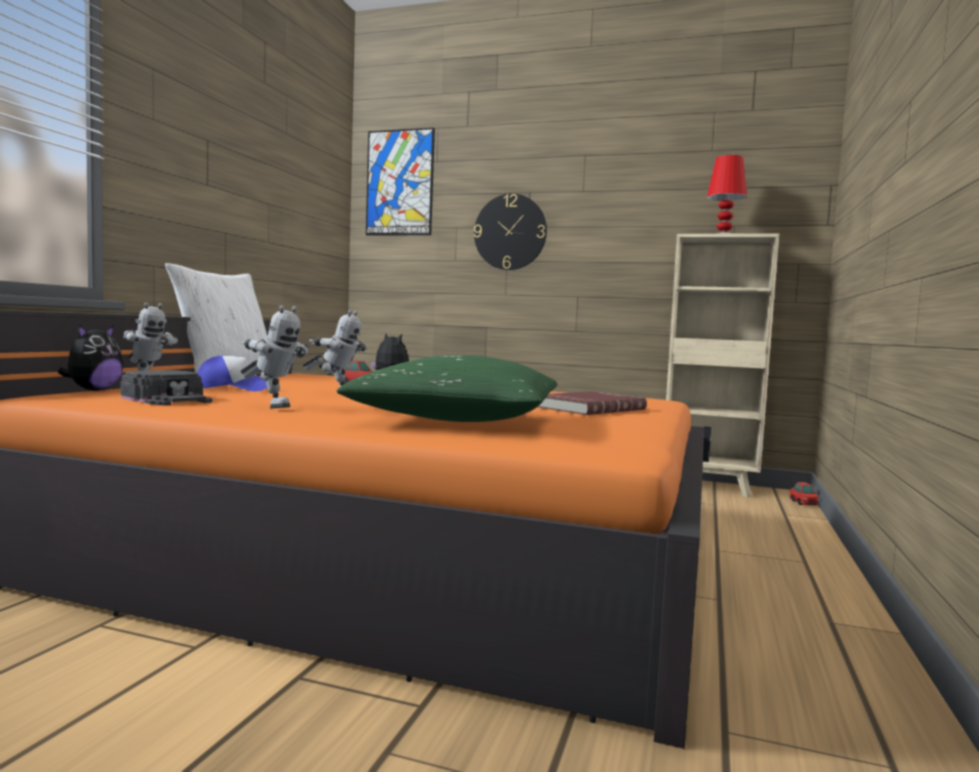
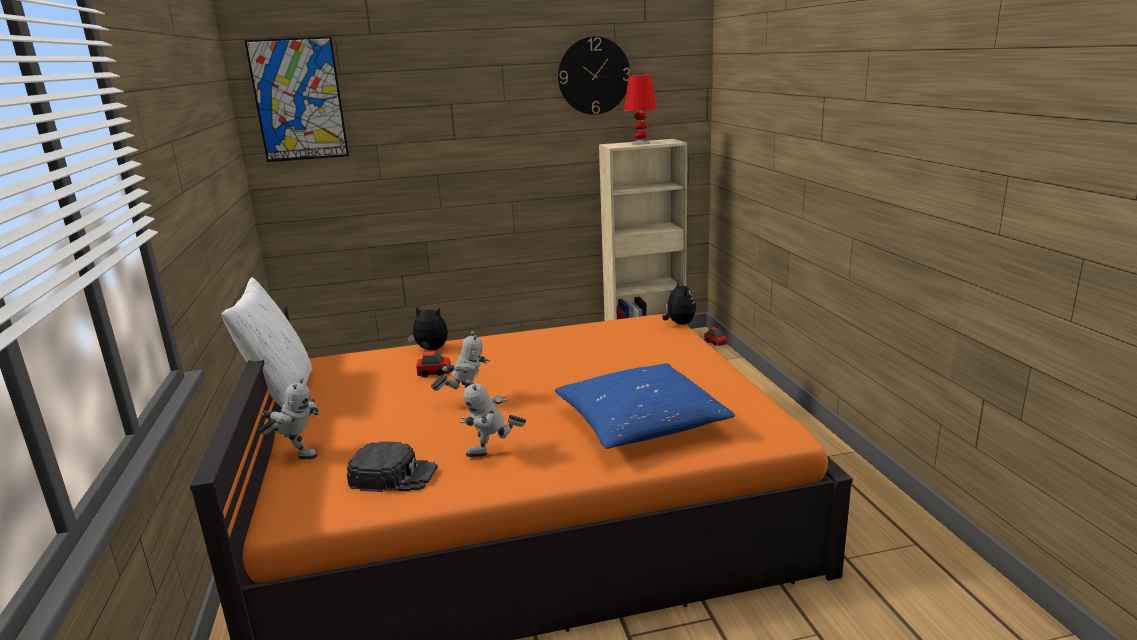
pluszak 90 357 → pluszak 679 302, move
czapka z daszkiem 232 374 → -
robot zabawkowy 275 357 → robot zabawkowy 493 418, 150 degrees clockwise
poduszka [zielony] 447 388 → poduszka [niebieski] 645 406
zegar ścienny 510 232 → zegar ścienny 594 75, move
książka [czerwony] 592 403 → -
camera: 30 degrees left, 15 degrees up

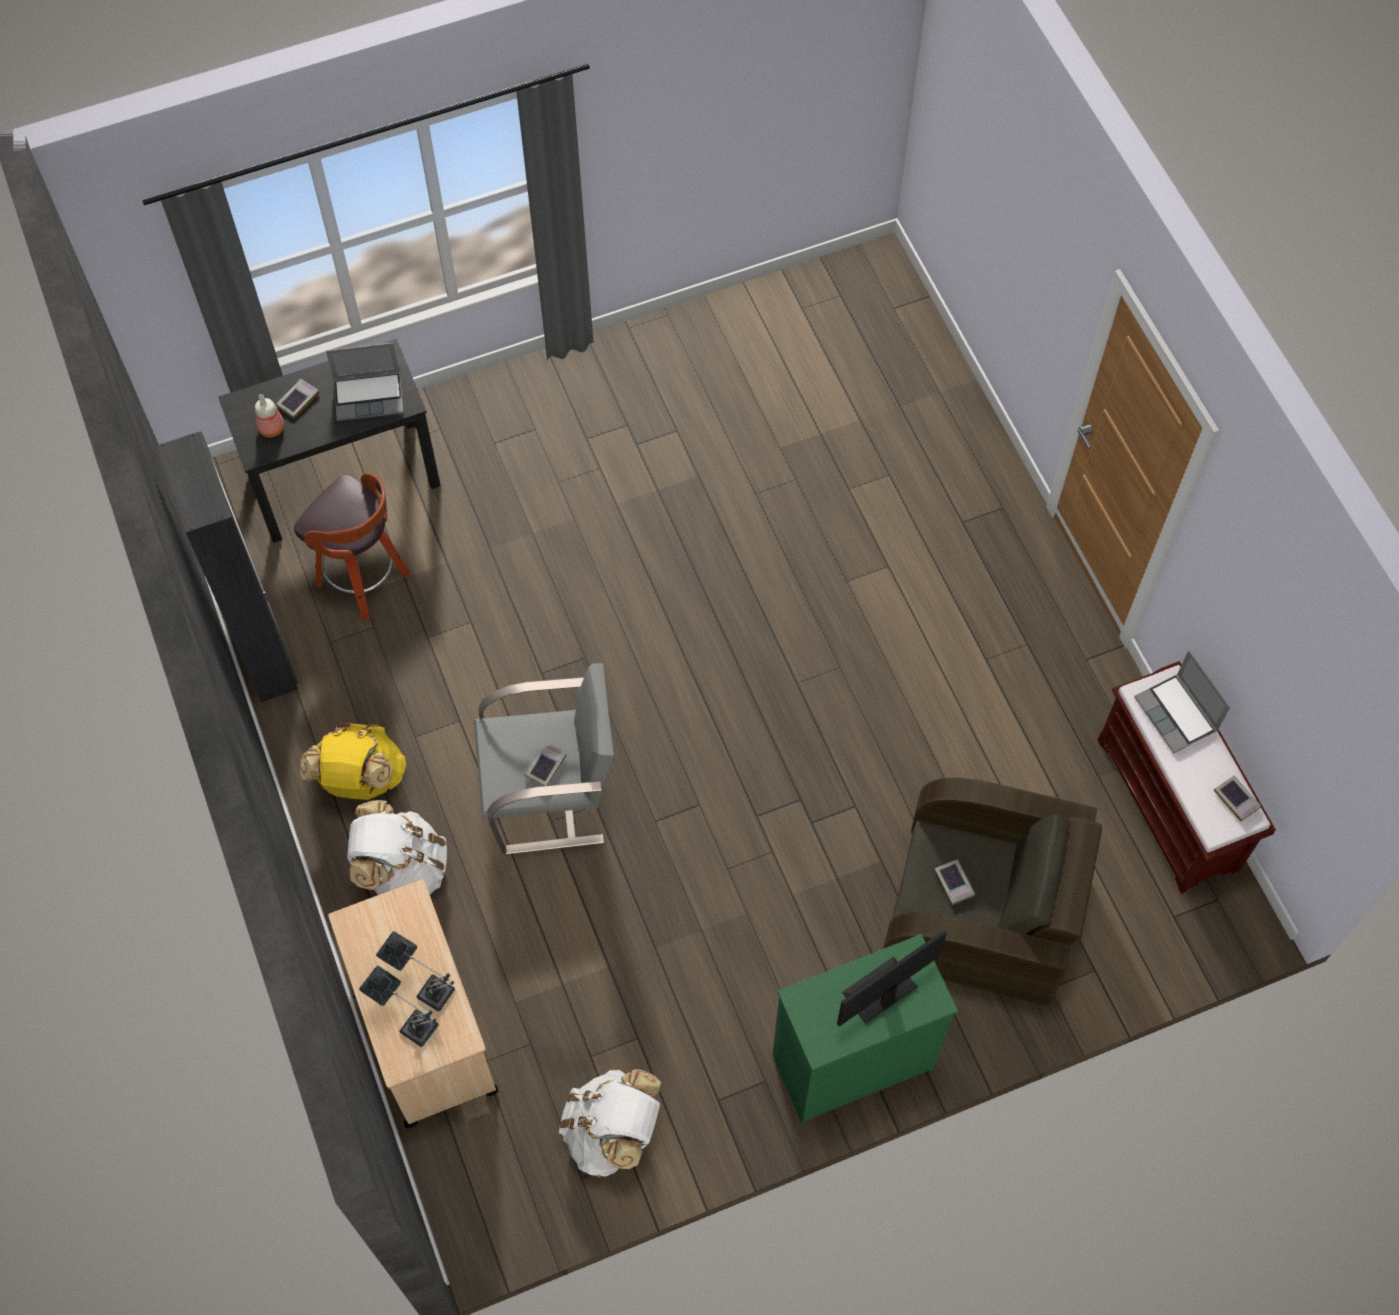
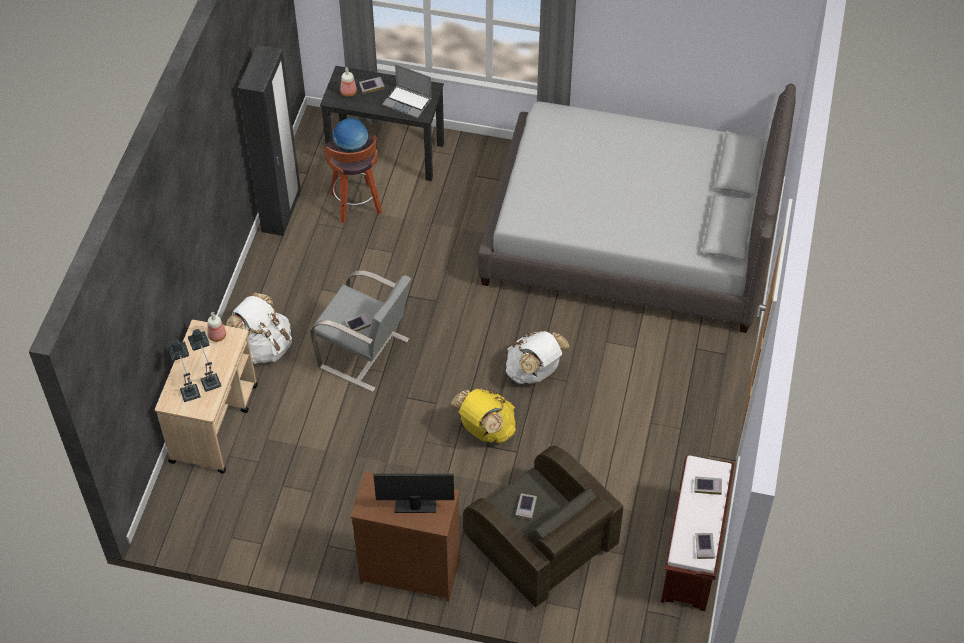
plecak [żółty] 353 761 → plecak [żółty] 483 416, move
plecak [biały] 610 1123 → plecak [biały] 538 357, move
komoda [zielony] 865 1029 → komoda [brązowy] 405 537
laptop 1182 702 → książka 708 485
- → butelka 216 327
- → globus 350 135
- → łóżko [szary] 637 208
camera: 35 degrees right, 10 degrees down

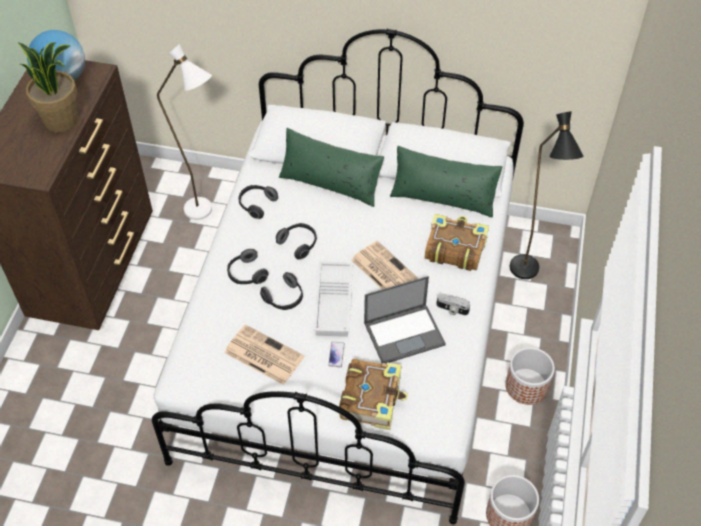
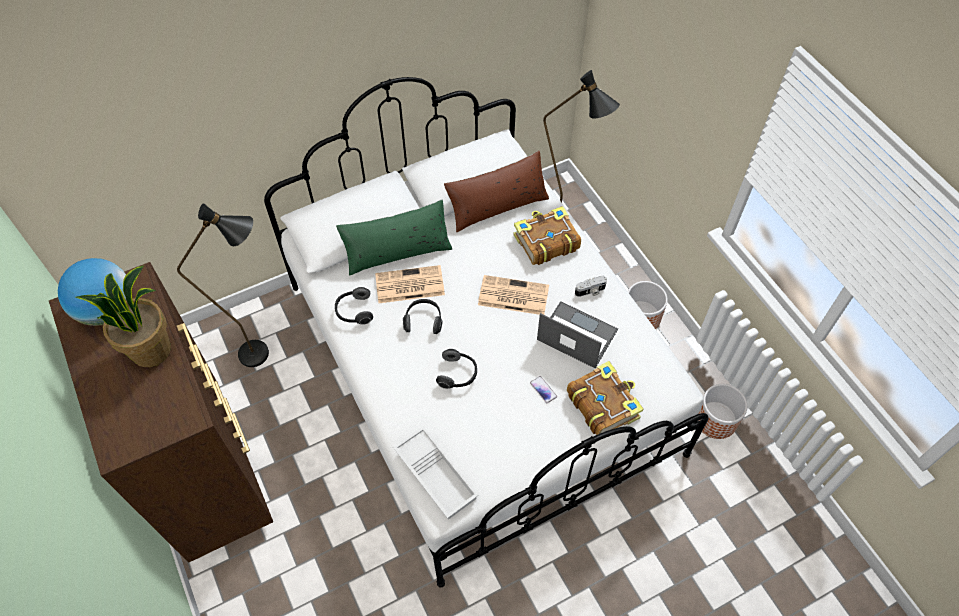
lampa stojąca [biały] 184 132 → lampa stojąca [czarny] 223 285
gazeta 264 354 → gazeta 410 284, move
słuchawki 248 266 → -
taca [biały] 333 299 → taca [biały] 436 473, move
laptop 405 320 → laptop 577 334, 90 degrees counterclockwise
poduszka [zielony] 446 182 → poduszka [brązowy] 496 191
camera: 40 degrees left, 5 degrees up

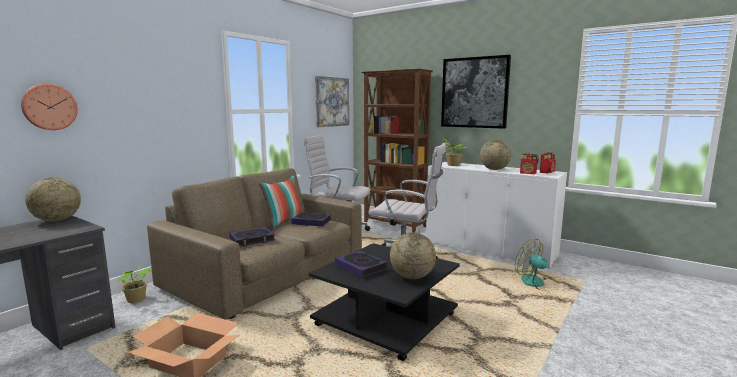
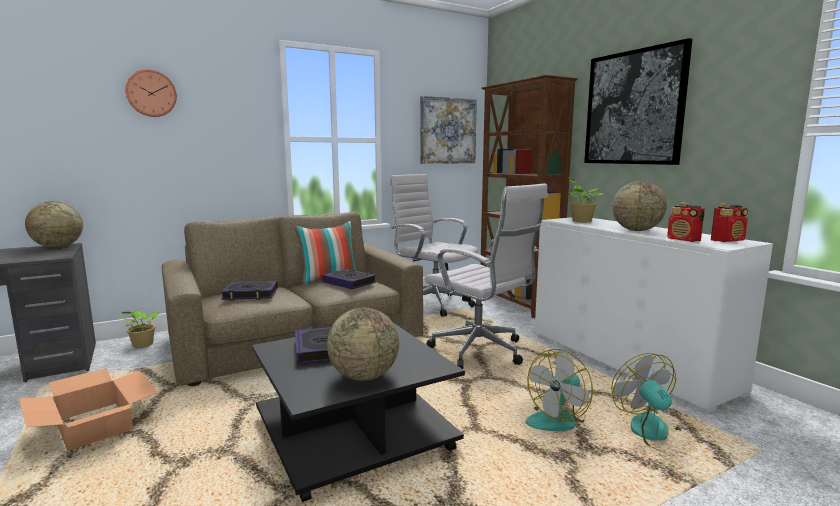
zegar ścienny 49 107 → zegar ścienny 151 93, move
- → wentylator 559 390
camera: 25 degrees right, 0 degrees up

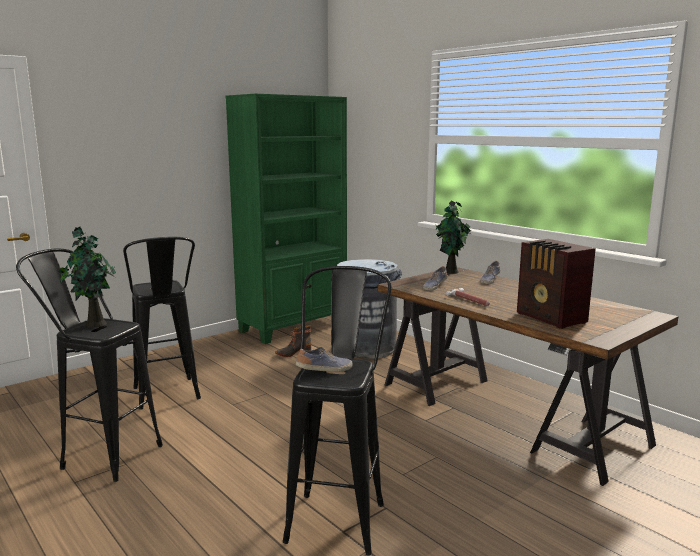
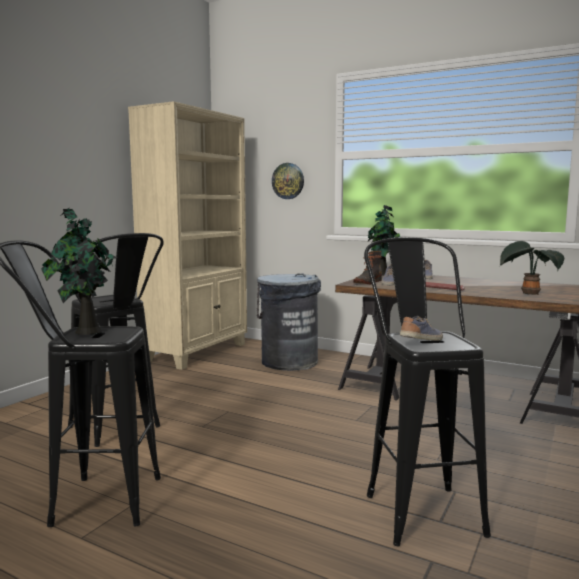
regał [zielony] 286 218 → regał [beżowy] 187 235
but z cholewką 293 341 → but z cholewką 367 267, move
radio 556 284 → roślina doniczkowa 532 268
- → zegar ścienny 288 181
camera: 20 degrees left, 5 degrees down

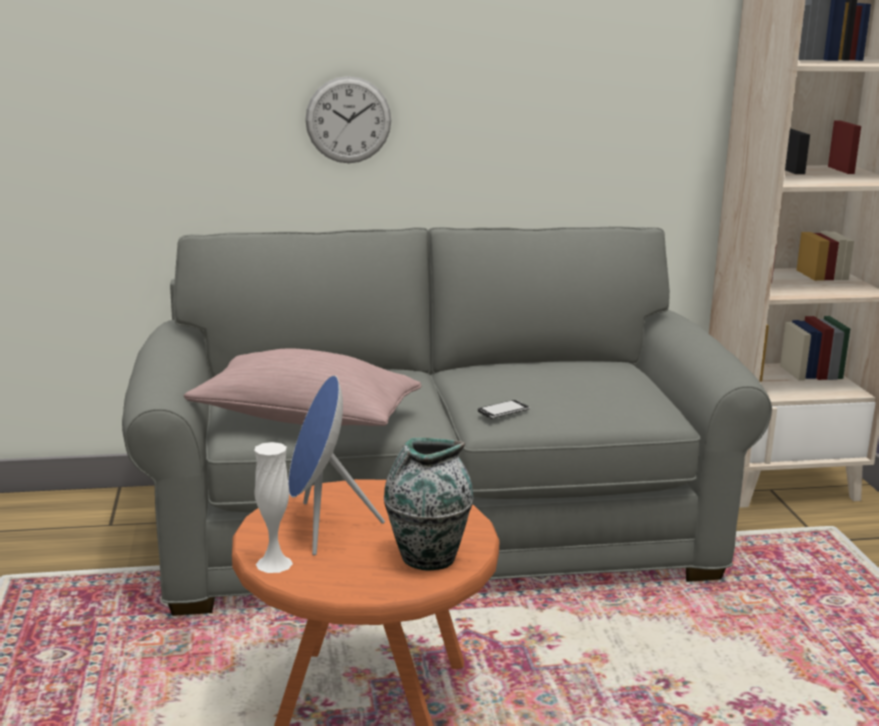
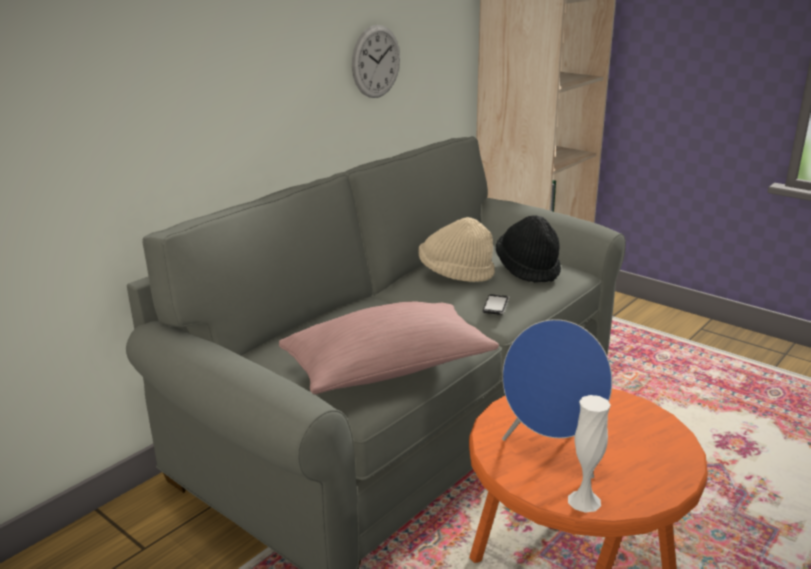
zegar ścienny 348 119 → zegar ścienny 376 61, move
wazon 429 504 → -
- → kapelusz [beżowy] 457 249
- → kapelusz [czarny] 528 249
camera: 40 degrees left, 5 degrees up

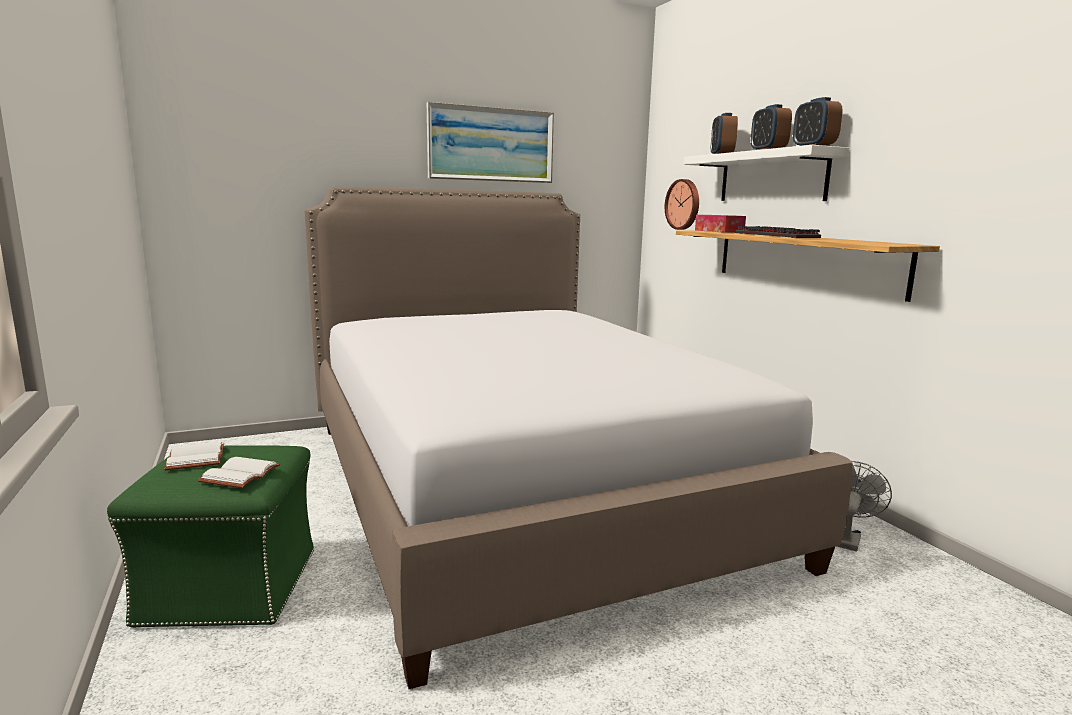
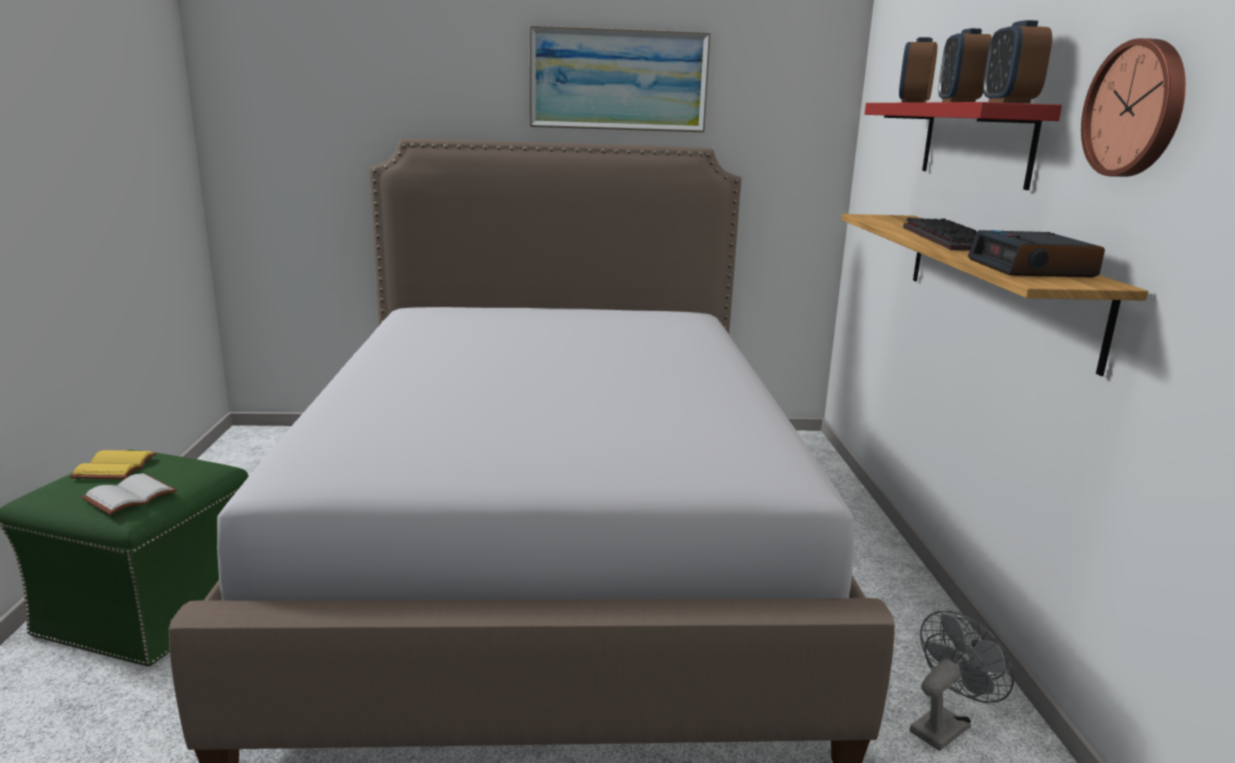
książka [biały] 194 456 → książka [żółty] 113 464
zegar ścienny 682 204 → zegar ścienny 1133 107, move
półka [biały] 766 173 → półka [czerwony] 963 146
pudełko chusteczek 720 224 → -
- → budzik 1036 254
camera: 20 degrees right, 5 degrees up

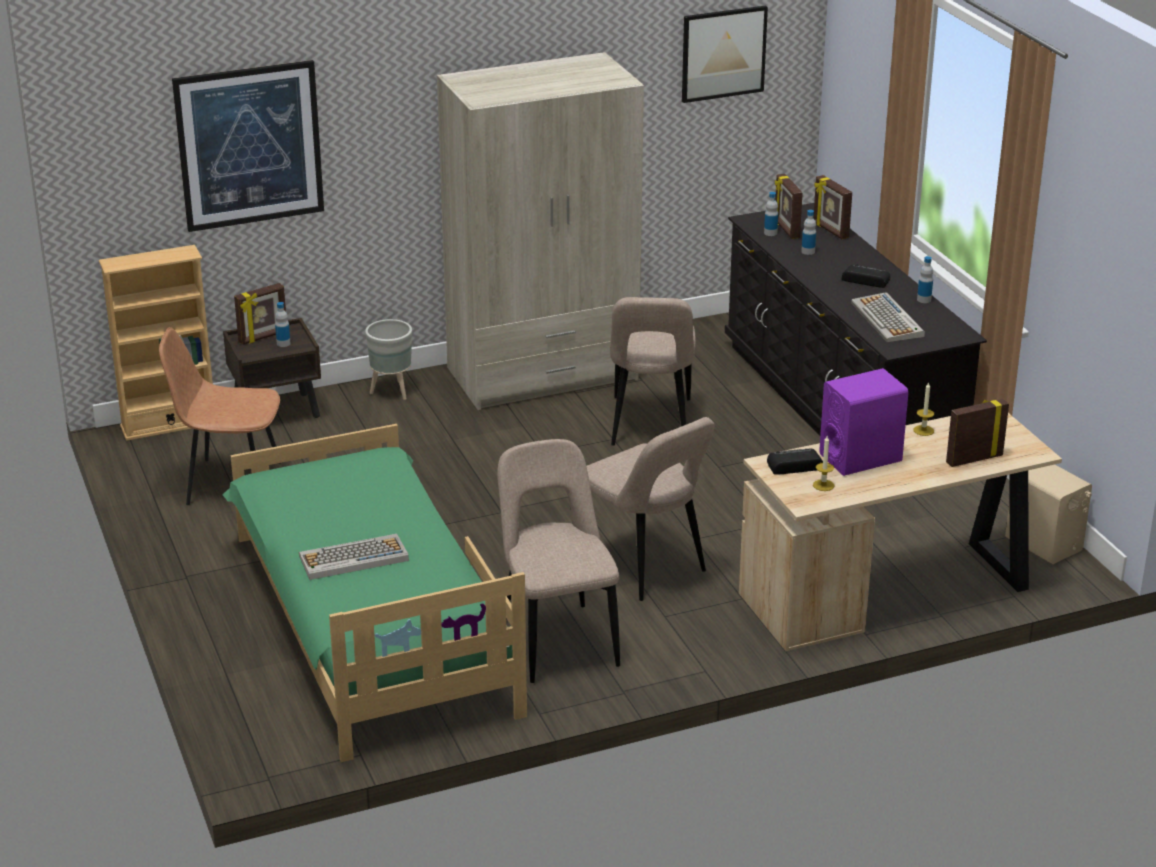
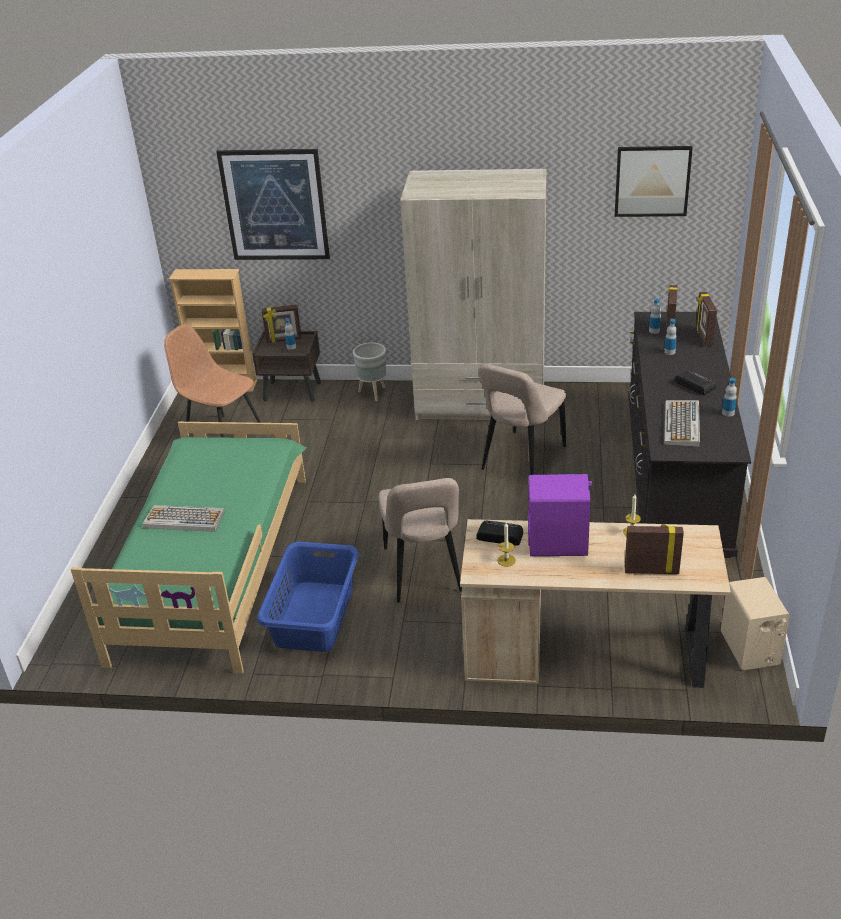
krzesło [beżowy] 558 561 → kosz na pranie [niebieski] 308 597
camera: 30 degrees right, 5 degrees up

